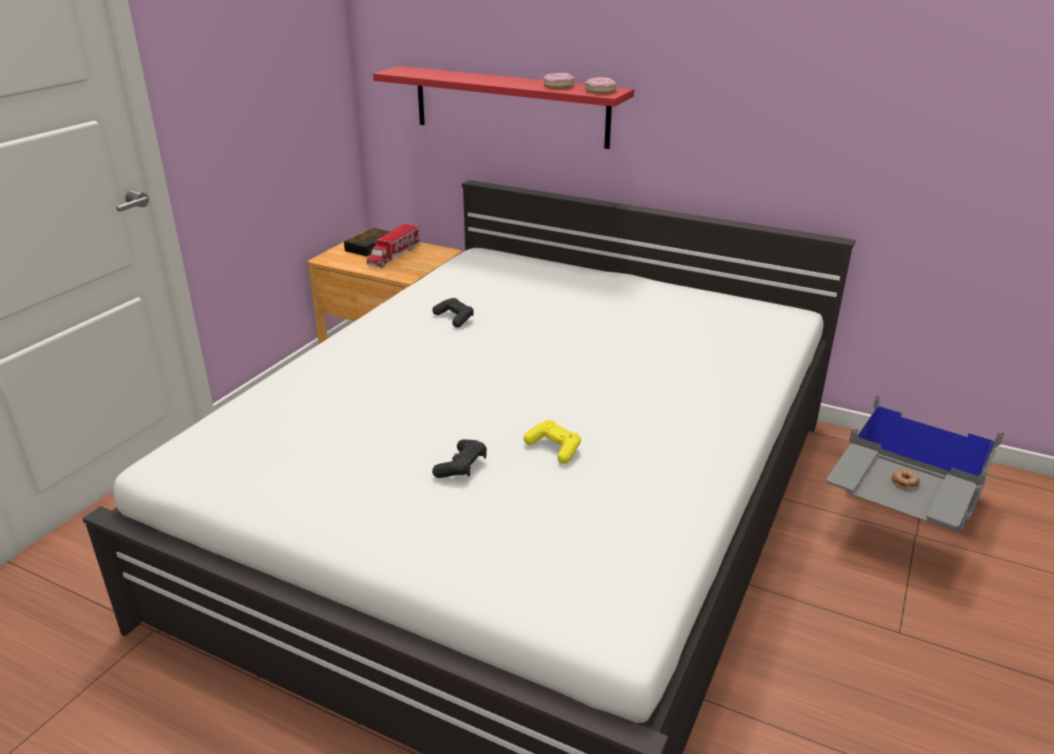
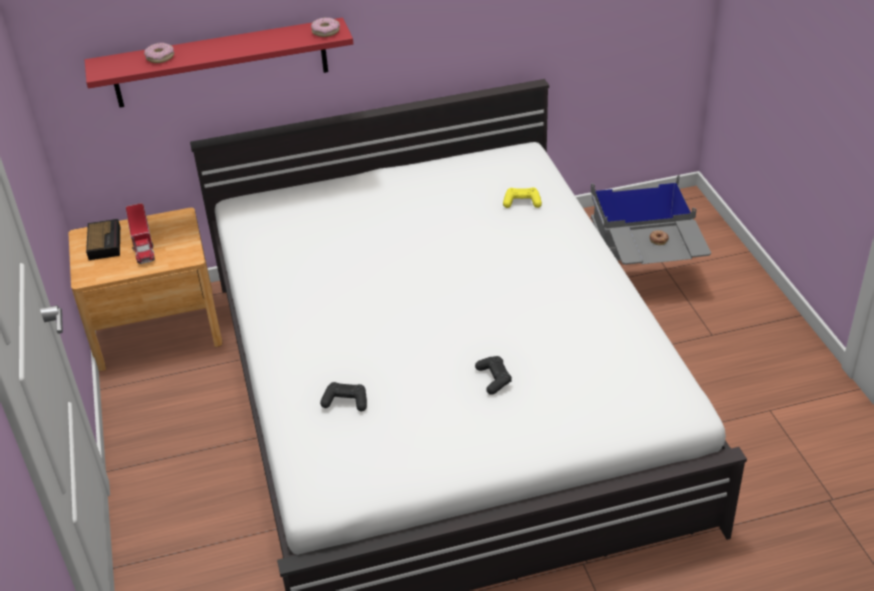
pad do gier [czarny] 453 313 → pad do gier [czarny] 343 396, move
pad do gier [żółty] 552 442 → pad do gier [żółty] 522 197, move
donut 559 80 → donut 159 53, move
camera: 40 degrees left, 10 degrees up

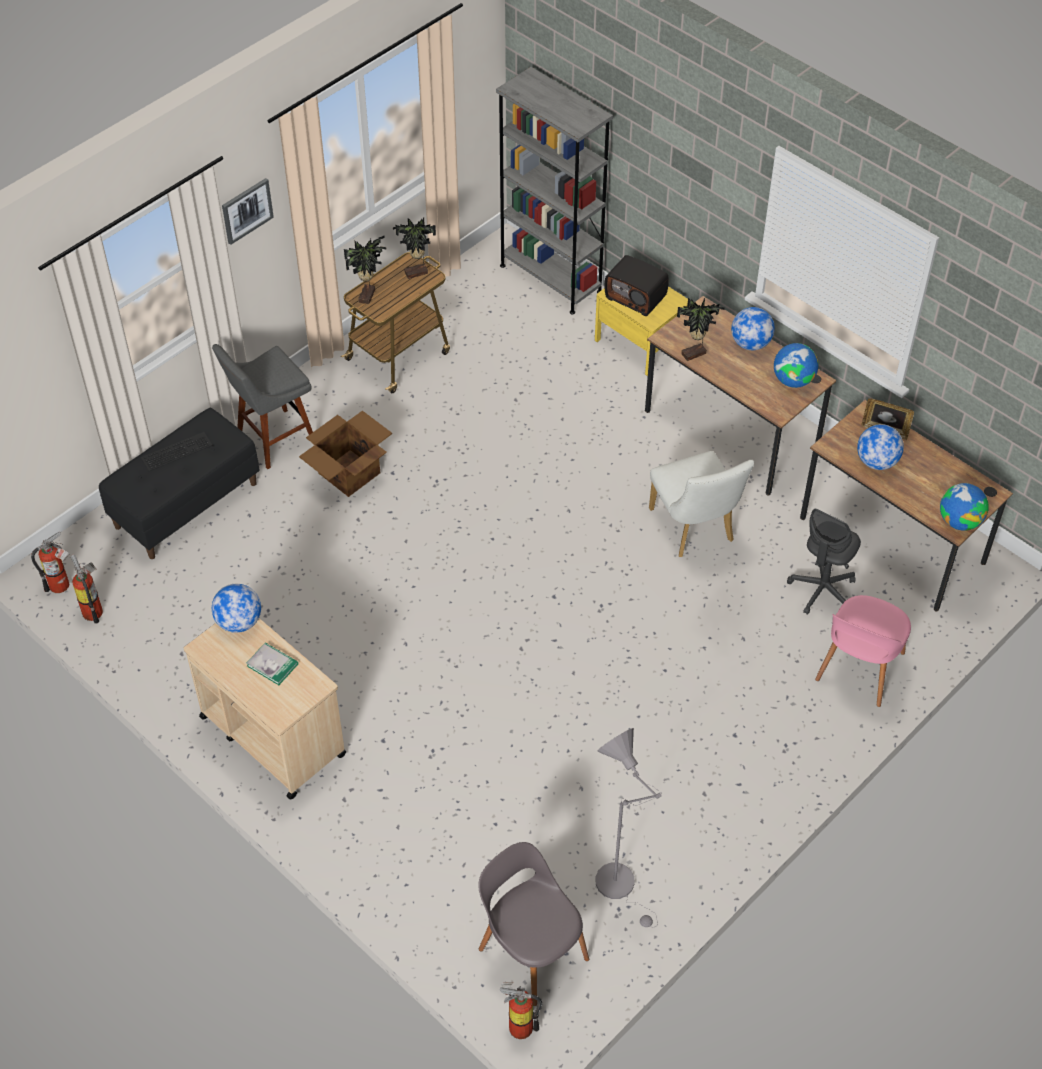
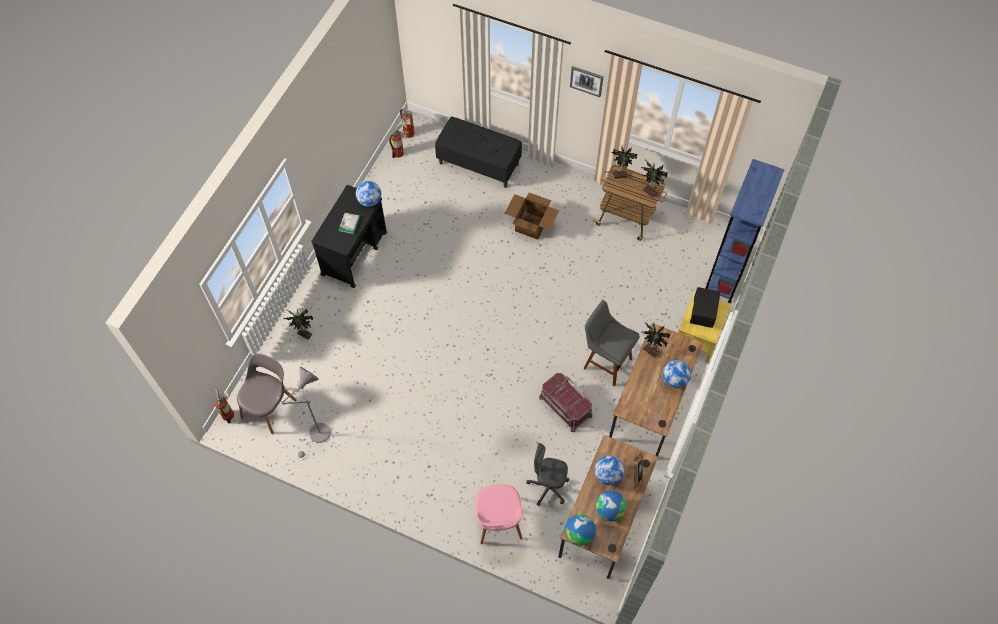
wózek [beżowy] 265 708 → wózek [czarny] 349 236
stołek [szary] 262 406 → stołek [szary] 611 343, move
regał [szary] 554 190 → regał [niebieski] 745 231
krzesło [biały] 701 504 → pojemnik do przechowywania [czerwony] 565 402
globus 796 365 → globus 611 506, move
krzesło [różowy] 863 651 → krzesło [różowy] 499 514, 105 degrees counterclockwise
- → roślina doniczkowa 298 323
camera: 70 degrees right, 10 degrees up

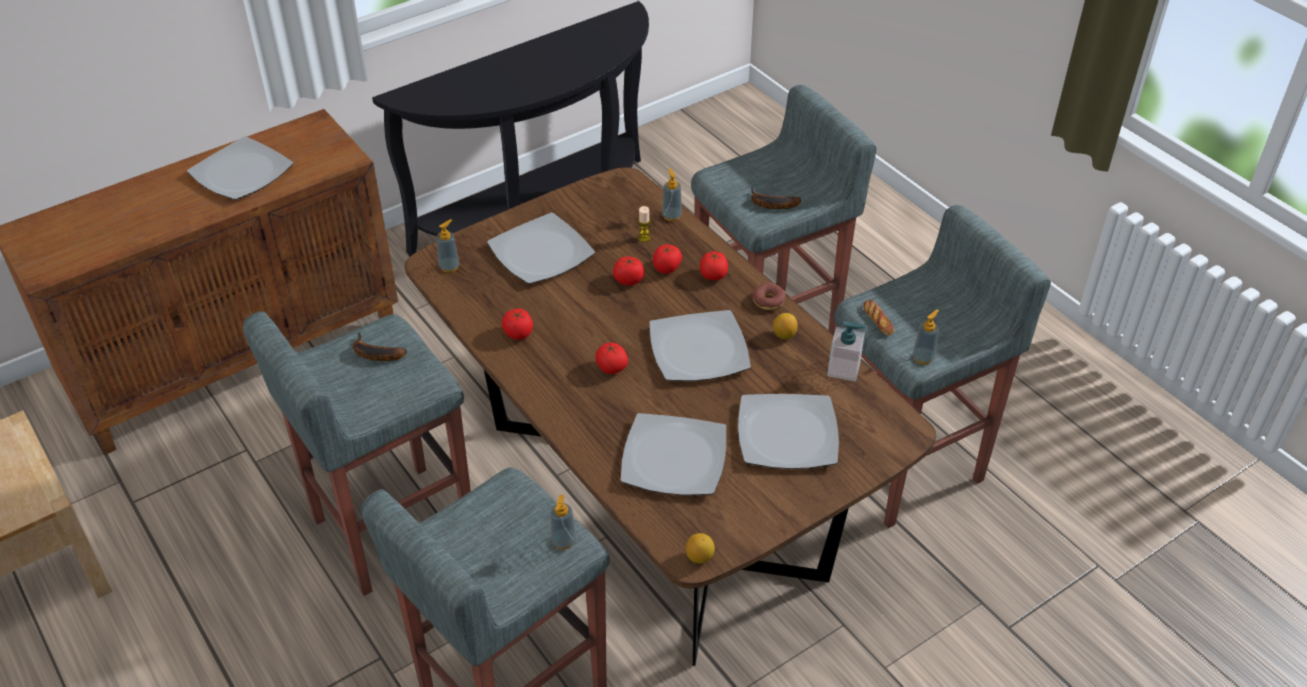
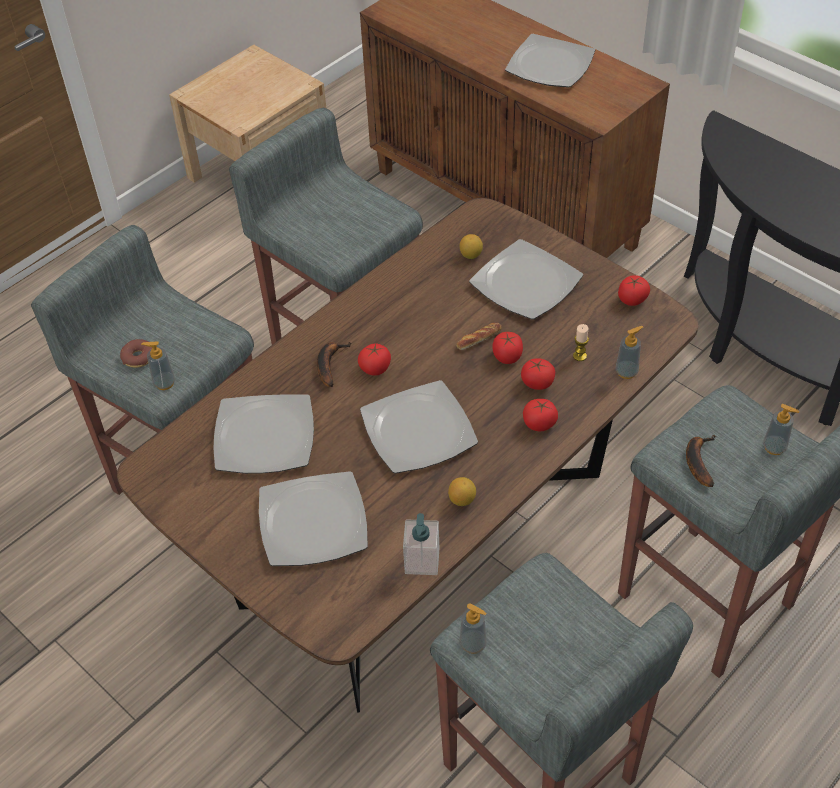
banan 380 346 → banan 334 364, move
dozownik mydła 448 246 → dozownik mydła 781 429, move
pomidor 517 324 → pomidor 634 290, move
cytryna 700 548 → cytryna 471 246, move
donut 769 296 → donut 136 353, move
chleb 878 318 → chleb 479 336, move
camera: 80 degrees right, 5 degrees up

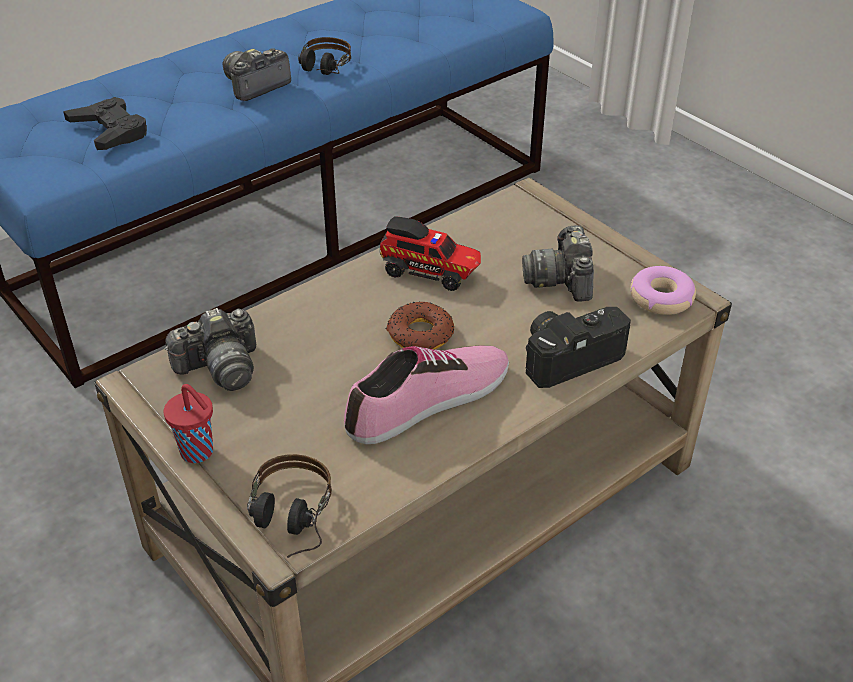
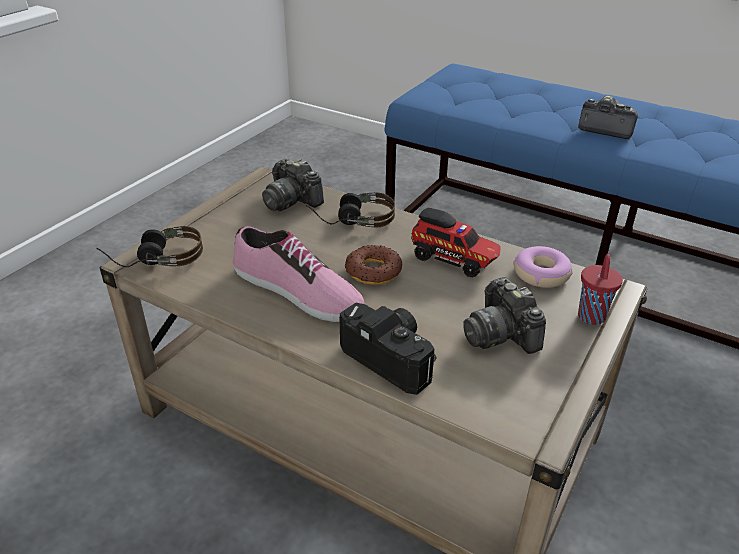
pad do gier [czarny] 105 123 → -
filiżanka [czerwony] 188 423 → filiżanka [czerwony] 600 289, move
słuchawki 324 56 → słuchawki 350 210, move
ciężarówka zabawkowa 430 253 → ciężarówka zabawkowa 455 243, 60 degrees counterclockwise
aparat fotograficzny 558 263 → aparat fotograficzny 504 315, 90 degrees counterclockwise
donut 663 290 → donut 543 267, move
camera: 70 degrees right, 5 degrees down

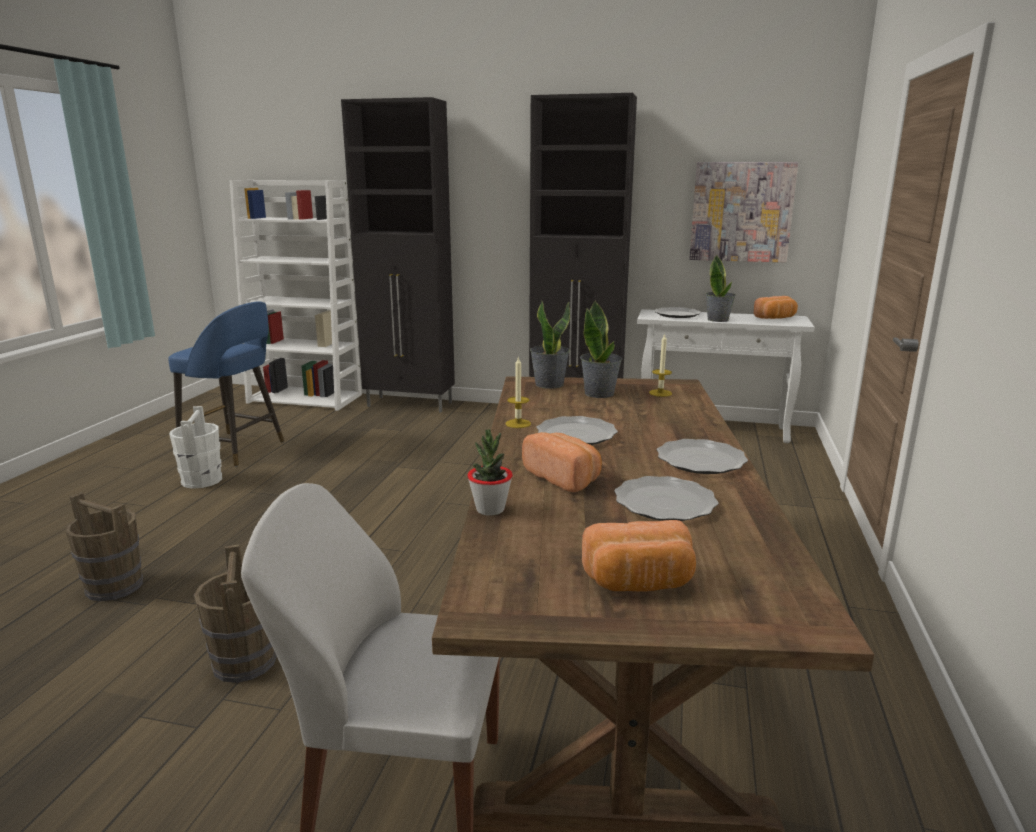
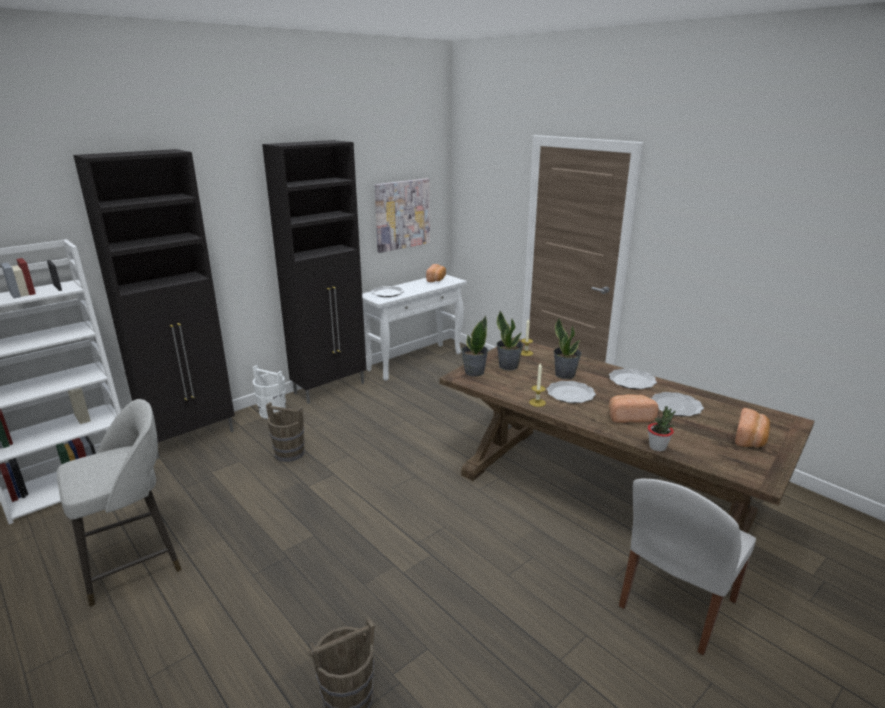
stołek [niebieski] 226 384 → stołek [szary] 119 502
wiadro [biały] 195 447 → wiadro [biały] 269 392, move
wiadro [brązowy] 235 613 → wiadro [brązowy] 285 432, move
roślina doniczkowa 721 288 → roślina doniczkowa 567 348, move
camera: 55 degrees left, 5 degrees up

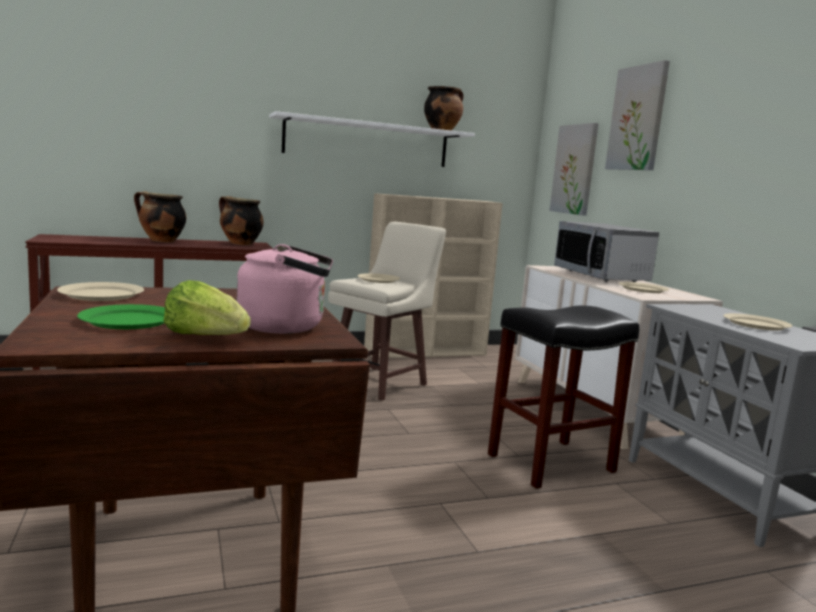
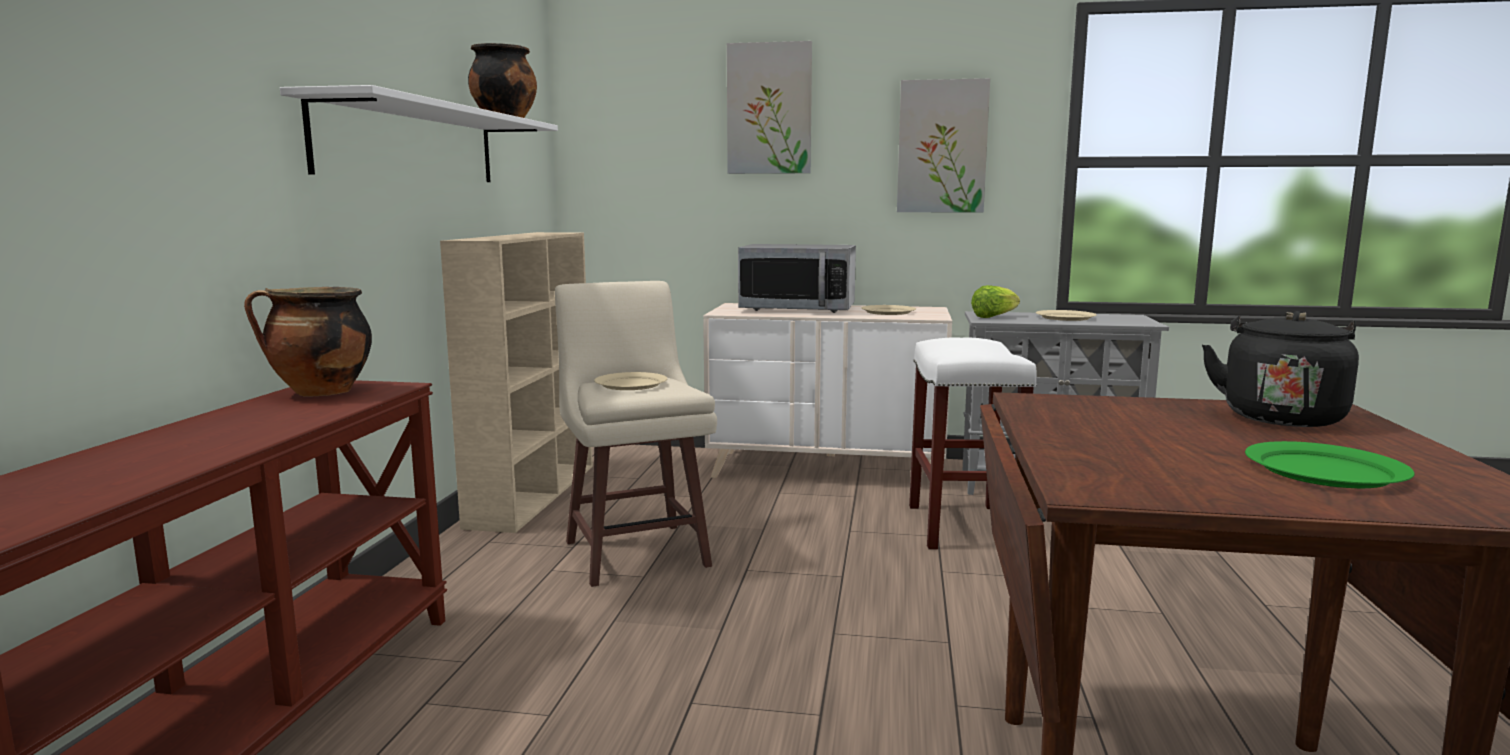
talerz [beżowy] 100 291 → -
garnek 160 216 → -
sałata 207 307 → sałata 995 301, move
czajnik [różowy] 285 289 → czajnik [czarny] 1280 369
stołek [czarny] 563 397 → stołek [biały] 973 443
obraz 574 169 → obraz 943 145, move
camera: 60 degrees left, 0 degrees up

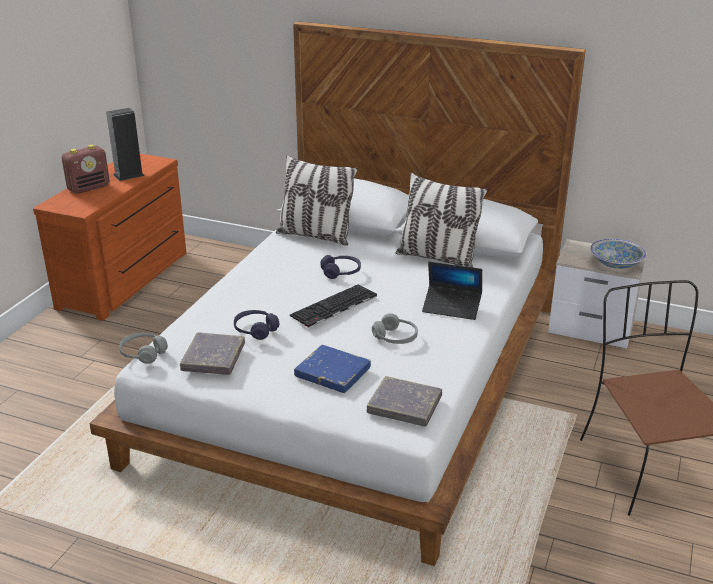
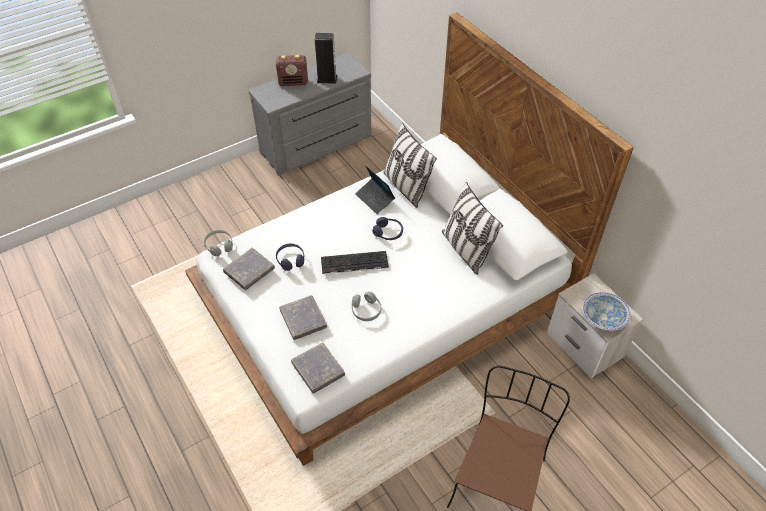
komoda [brązowy] 110 237 → komoda [szary] 309 114
książka [niebieski] 332 369 → książka [szary] 303 317
laptop 452 291 → laptop 375 190, move
camera: 35 degrees right, 20 degrees up

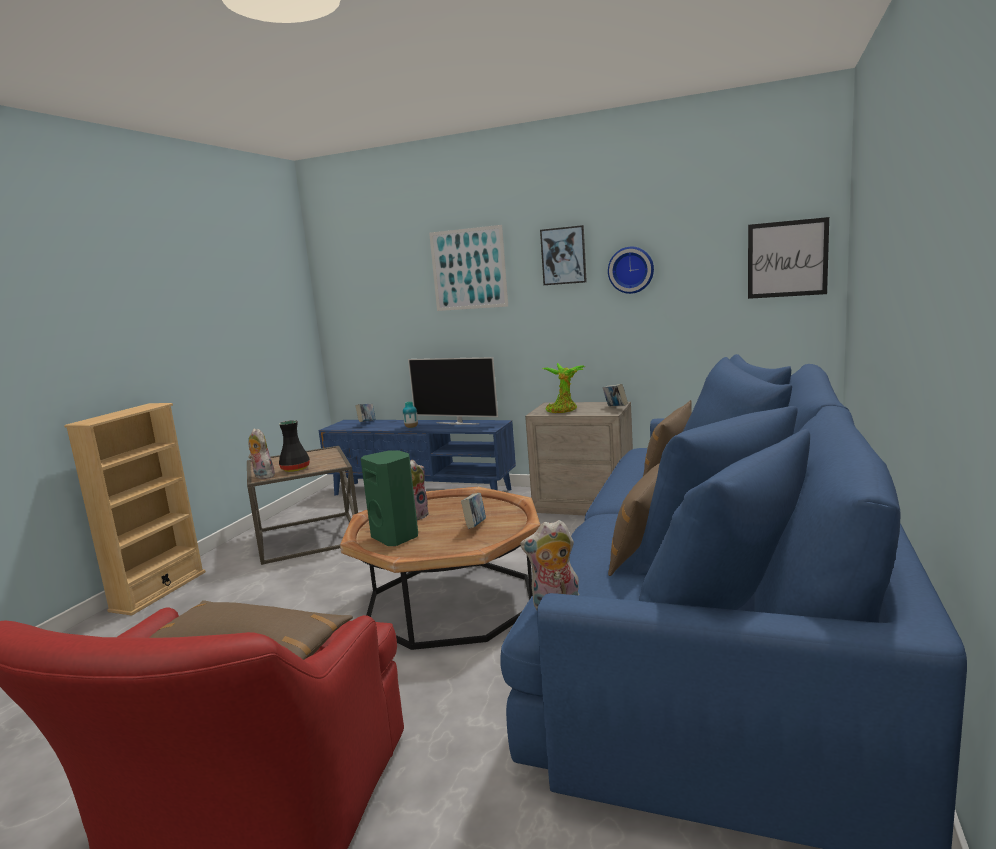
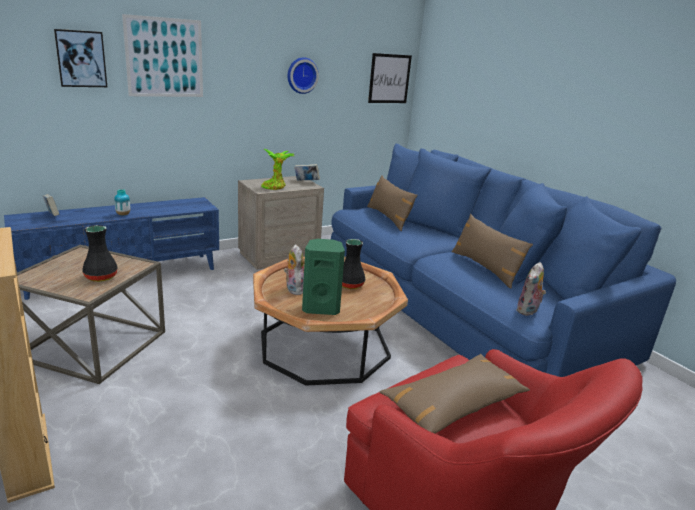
pluszak 261 453 → -
telewizor 453 391 → -
książka 473 511 → wazon [czarny] 354 264
obraz 563 255 → obraz 80 58, move
camera: 55 degrees left, 10 degrees up

